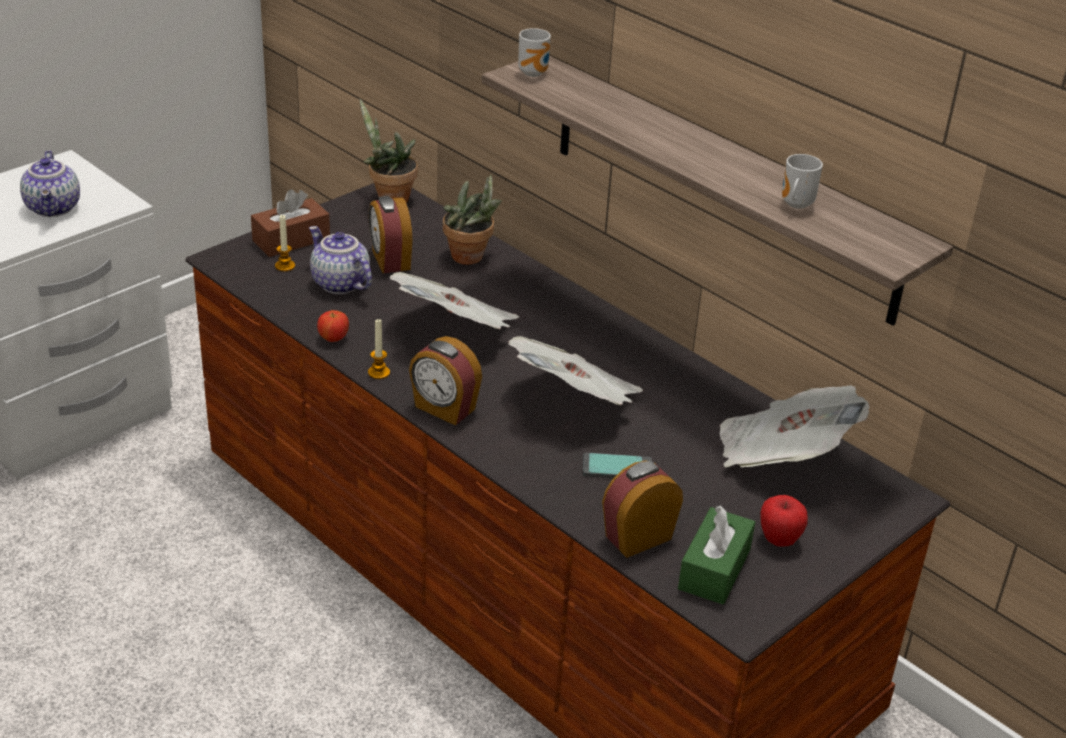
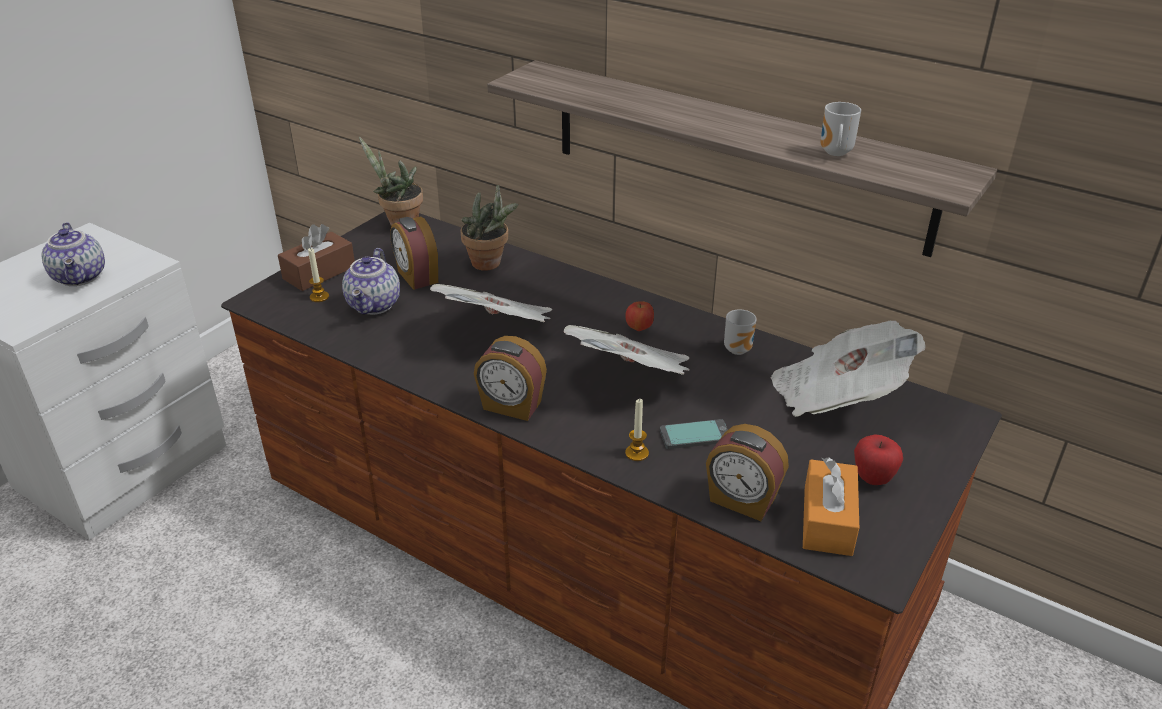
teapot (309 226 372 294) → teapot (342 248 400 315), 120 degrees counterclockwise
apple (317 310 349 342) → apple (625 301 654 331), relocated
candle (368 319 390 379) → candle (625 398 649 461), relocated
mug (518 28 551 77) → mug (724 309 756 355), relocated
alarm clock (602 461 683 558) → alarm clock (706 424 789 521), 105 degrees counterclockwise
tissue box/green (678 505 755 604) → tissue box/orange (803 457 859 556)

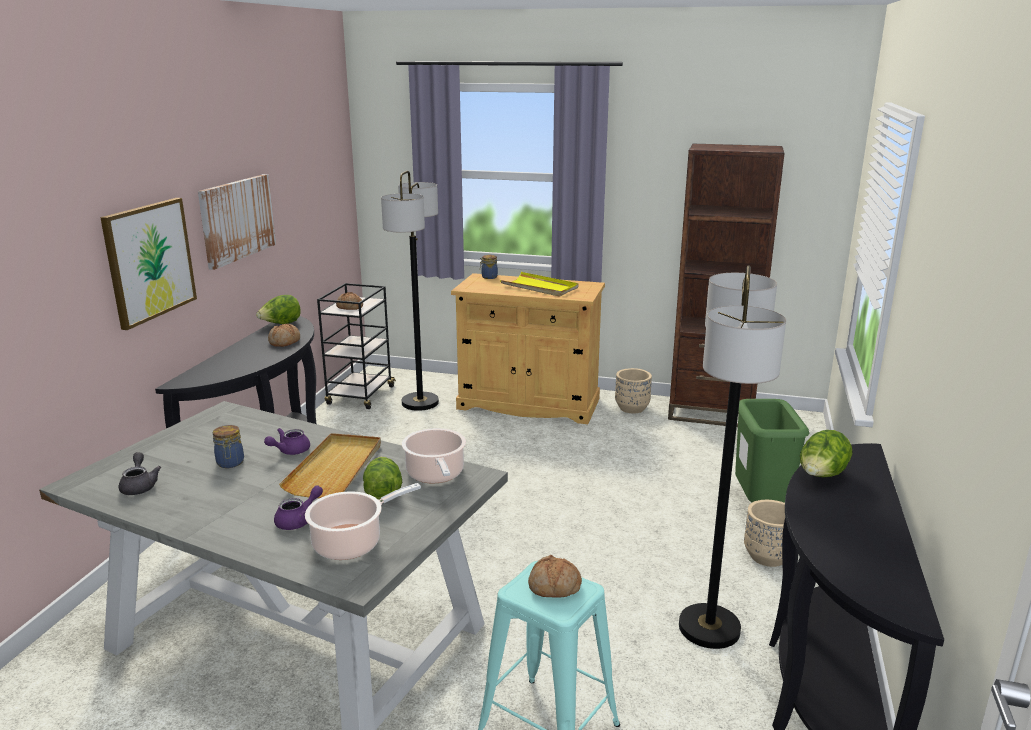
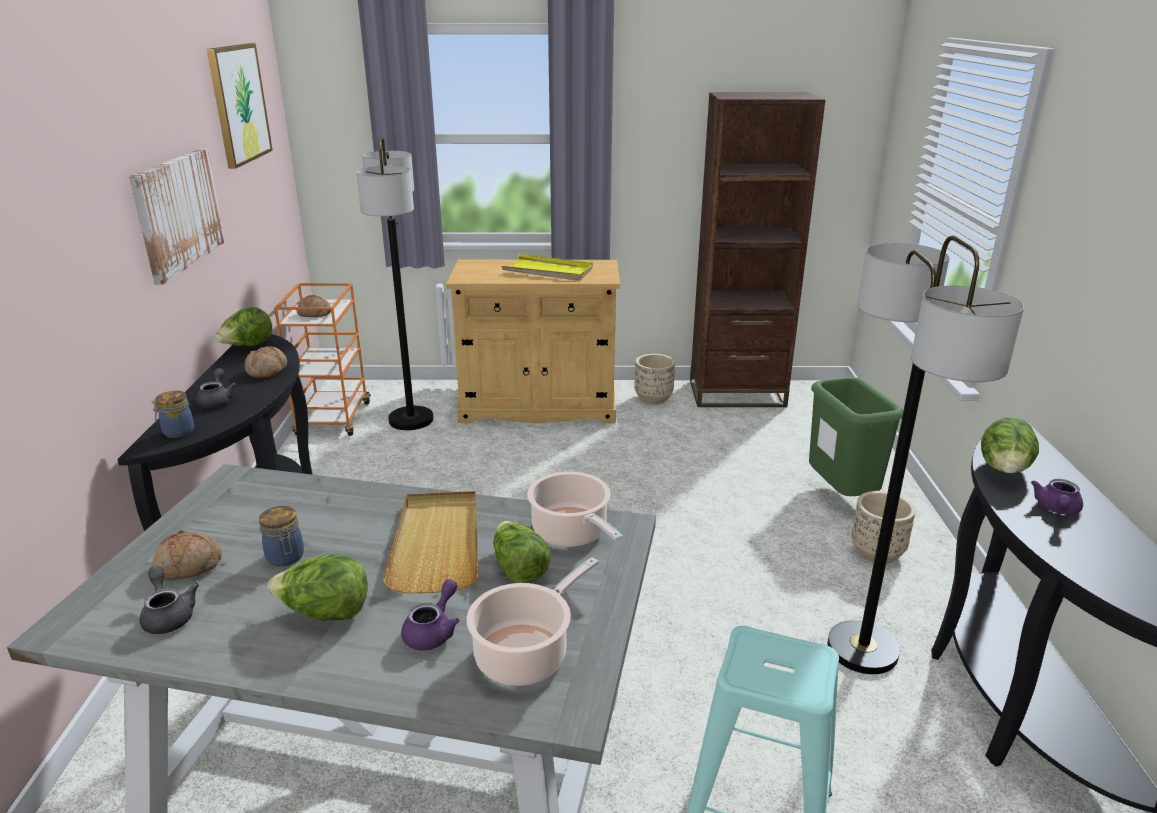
picture (100 198 197 330) → picture (207 43 273 169), relocated
teapot/purple (264 428 310 455) → teapot/purple (1031 479 1083 515), relocated
cart/black (317 283 396 409) → cart/orange (274 283 371 436)
jar (480 255 498 279) → jar (152 391 194 438), relocated
bread (528 555 582 598) → bread (152 530 222 580), relocated
- → teapot/grey (196 368 237 408)
- → lettuce (268 554 368 621)

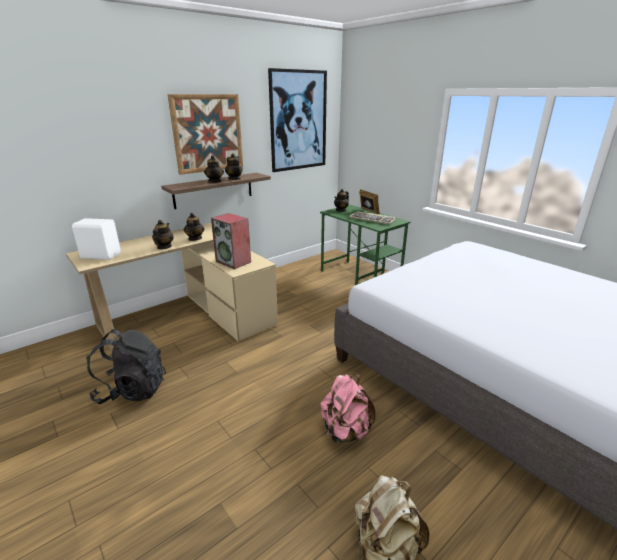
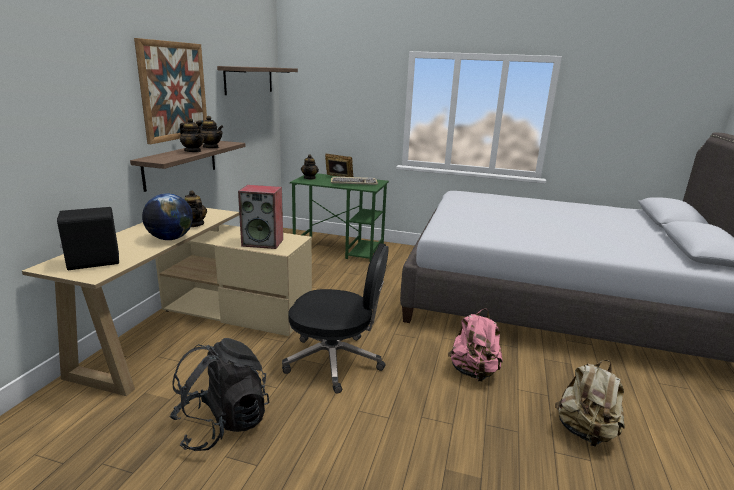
speaker/white (72 218 121 260) → speaker/black (57 207 119 270)
teapot (152 220 173 249) → globe (142 193 193 240)
picture (268 68 327 172) → shelf (217 66 298 95)
- → office chair/black (282 243 389 394)

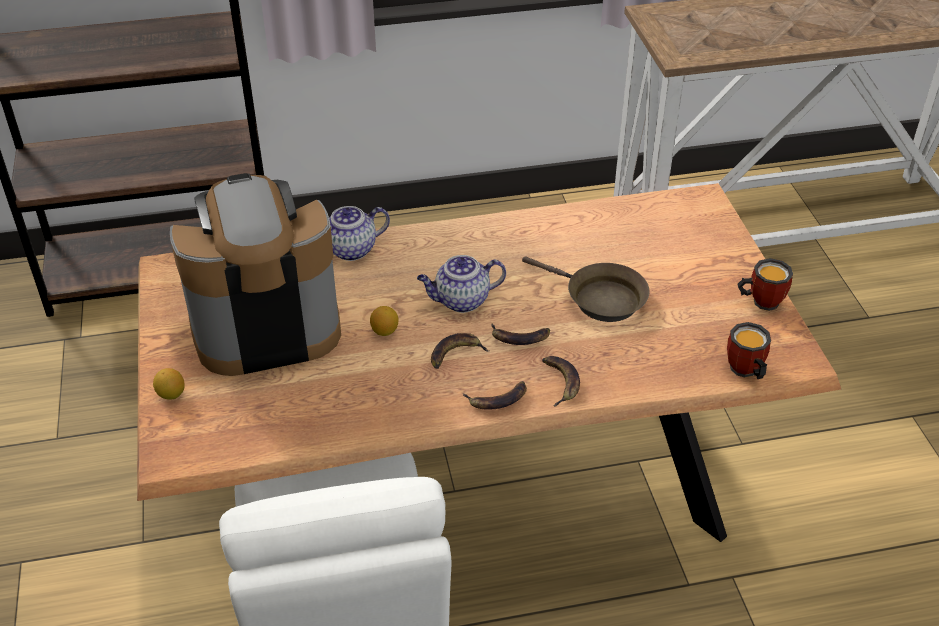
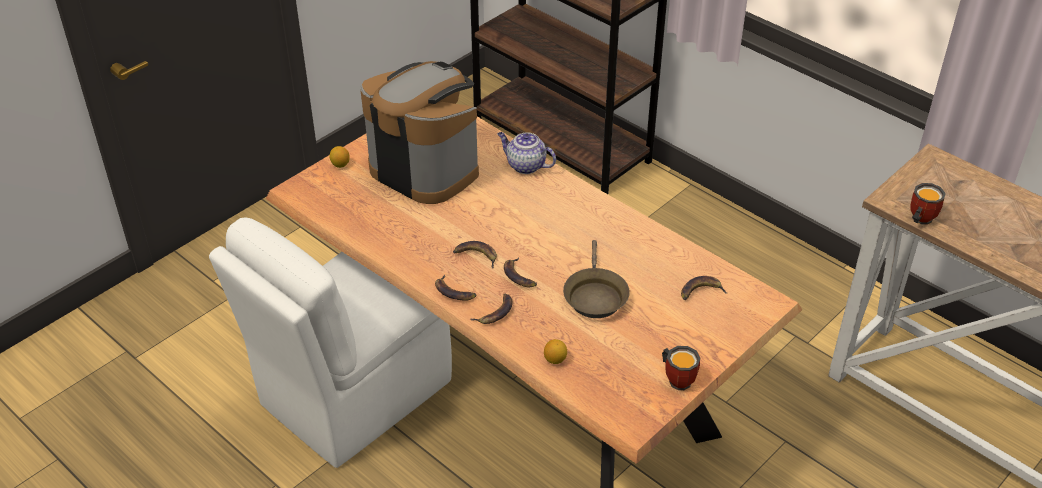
lemon (370 306 399 336) → lemon (544 339 567 364), relocated
teapot (417 255 506 313) → -
mug (727 322 771 379) → mug (910 183 946 225), relocated
- → banana (681 276 727 300)

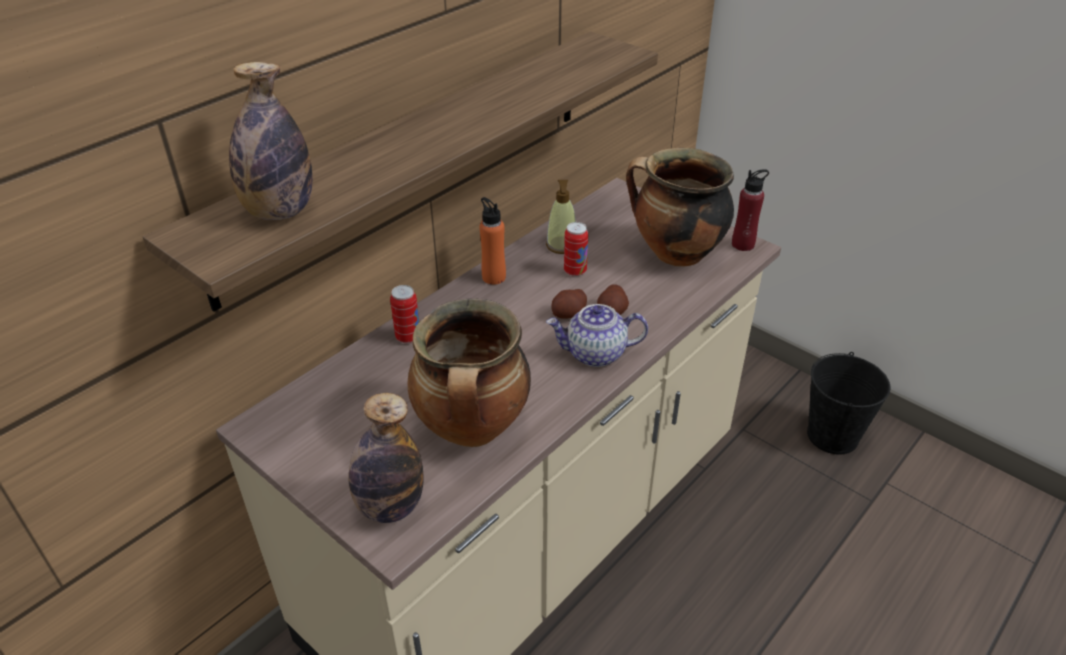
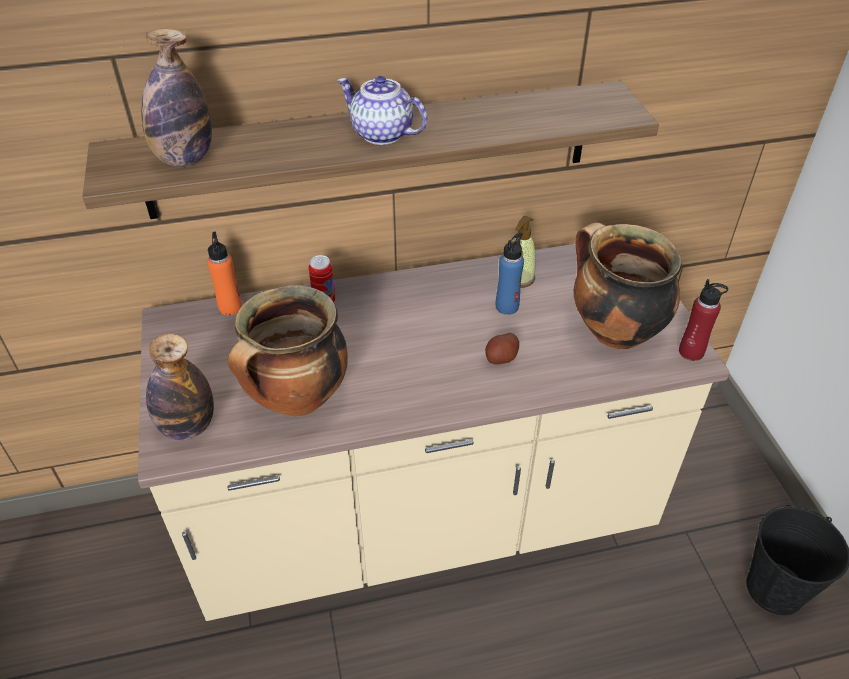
bottle/orange (480 197 506 285) → bottle/orange (207 232 242 315), relocated
teapot (546 304 648 367) → teapot (337 75 427 145), relocated
potato (551 289 587 318) → -
can (564 222 588 277) → bottle/blue (496 232 524 315)

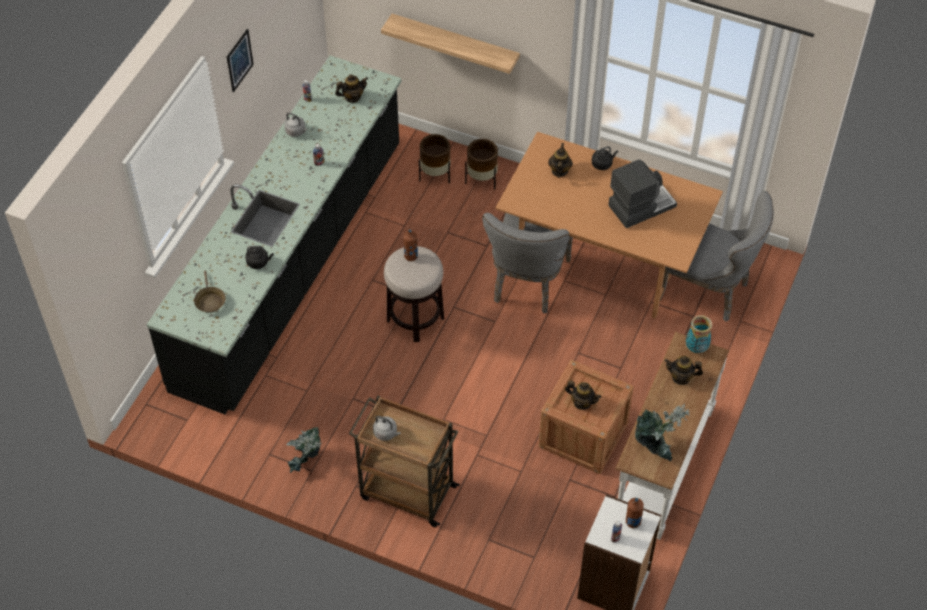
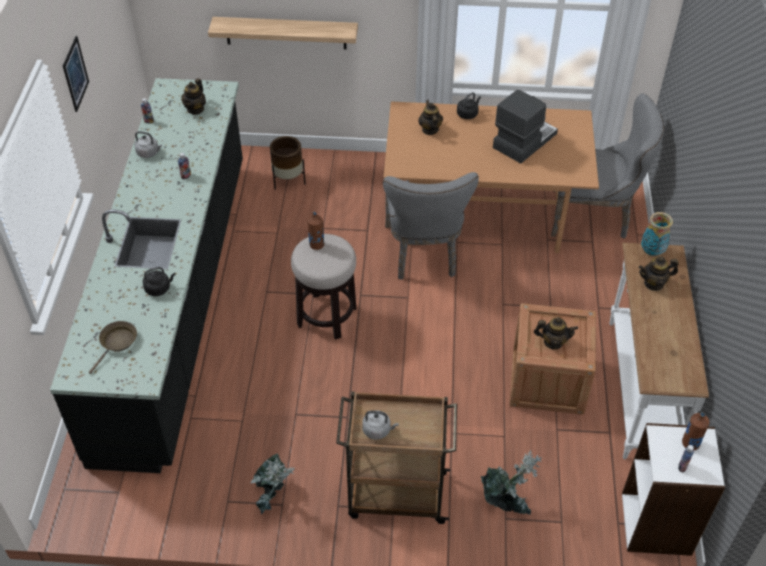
frying pan/brown (194 271 226 313) → frying pan/brown (89 321 137 374), 120 degrees counterclockwise
teapot (335 74 368 103) → teapot (182 78 206 115), 150 degrees clockwise
planter/brown (465 139 498 190) → -
potted plant (635 403 690 461) → potted plant (481 450 541 515), relocated

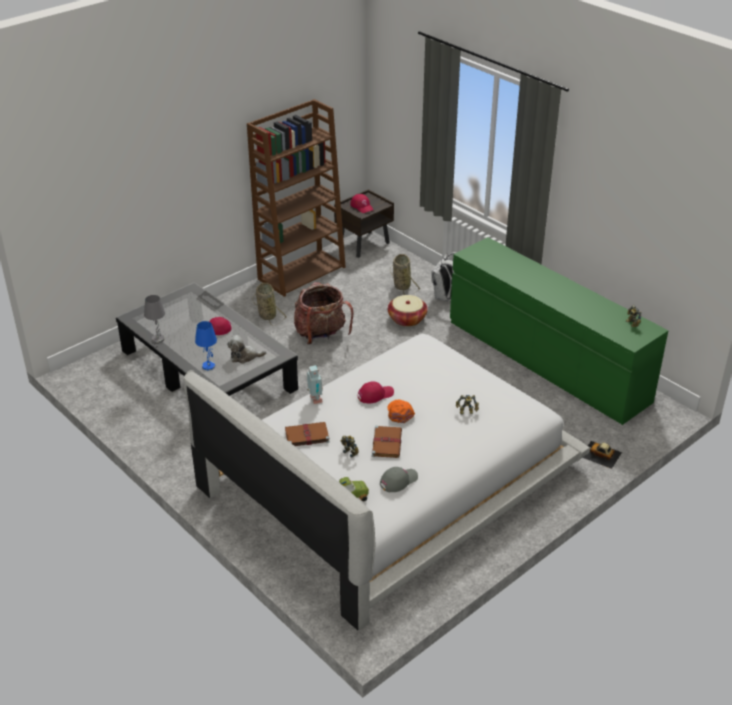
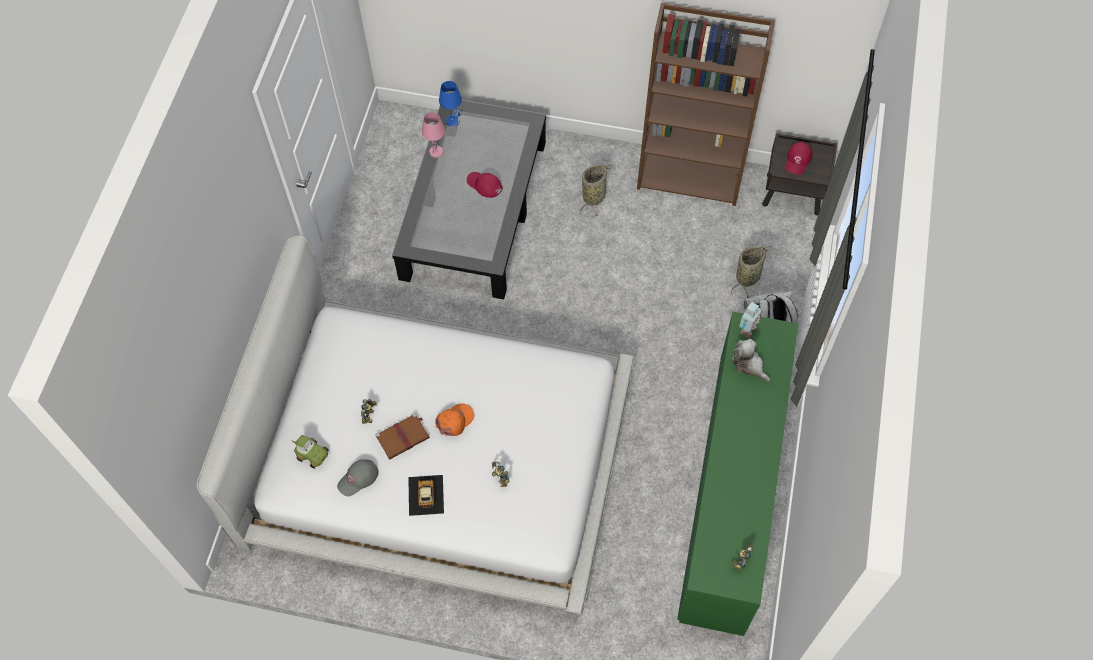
table lamp/grey (144 295 165 343) → table lamp/pink (422 112 445 158)
table lamp/blue (195 321 217 370) → table lamp/blue (439 81 462 127), relocated
plush toy (227 335 266 364) → plush toy (731 339 770 382), relocated
book/brown (285 422 330 446) → -
backpack (294 282 354 344) → -
toy robot (307 365 323 404) → toy robot (739 302 762 338), relocated
cap/red (358 381 394 403) → -
cap/grey (380 467 418 493) → cap/grey (337 459 379 496), 120 degrees clockwise
basket (388 295 428 327) → -
toy car (583 441 622 469) → toy car (408 475 444 516), relocated

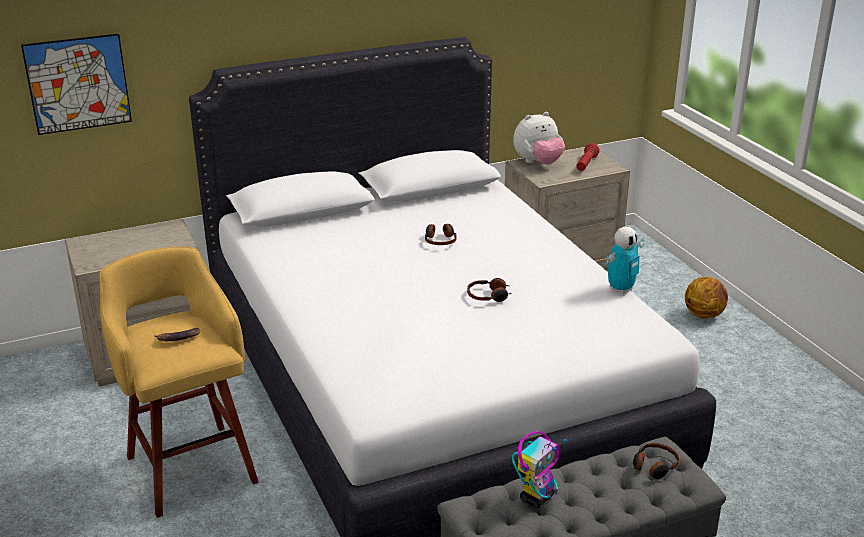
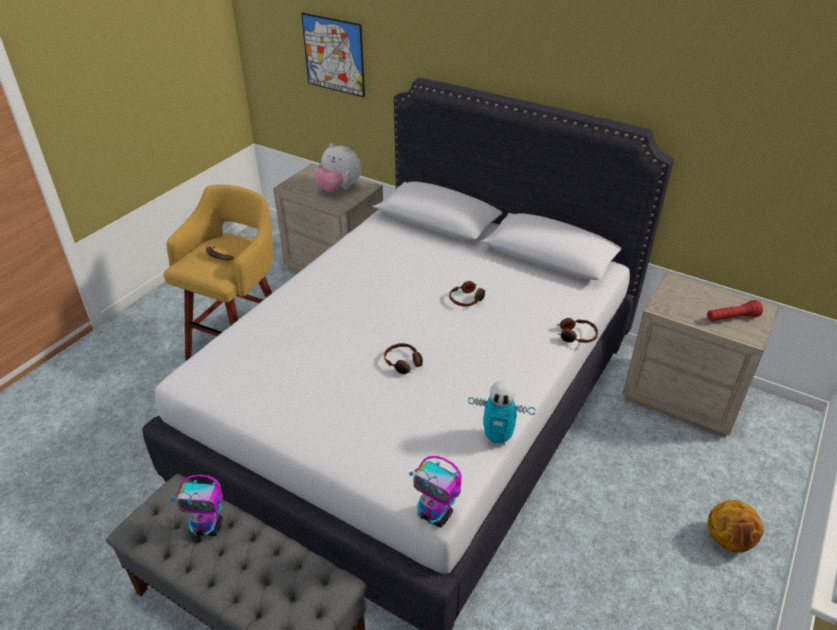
plush toy (513 112 565 165) → plush toy (315 143 361 192), relocated
headphones (633 443 679 479) → headphones (557 318 598 343), relocated
- → toy robot (409 456 462 528)

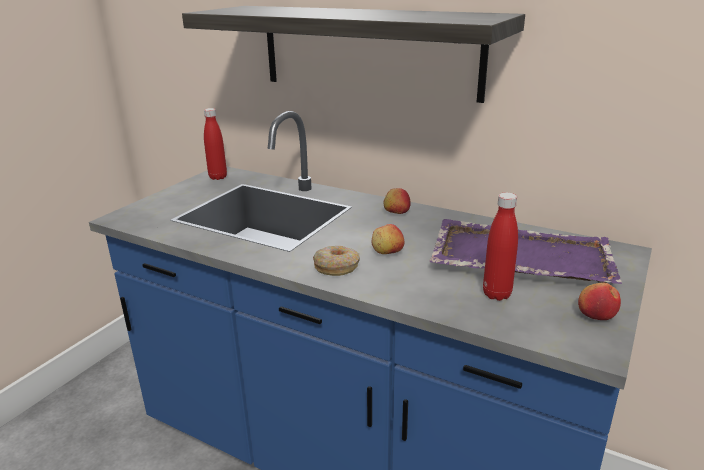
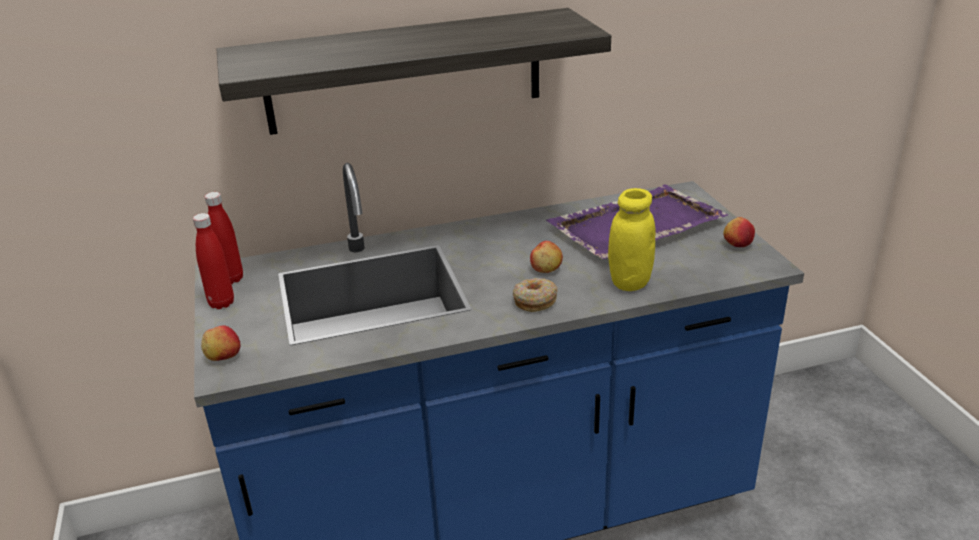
apple (384 188 411 214) → apple (201 326 241 361), relocated
bottle/red (483 192 518 301) → bottle/red (193 213 234 309), relocated
- → jar/yellow (608 188 655 291)

